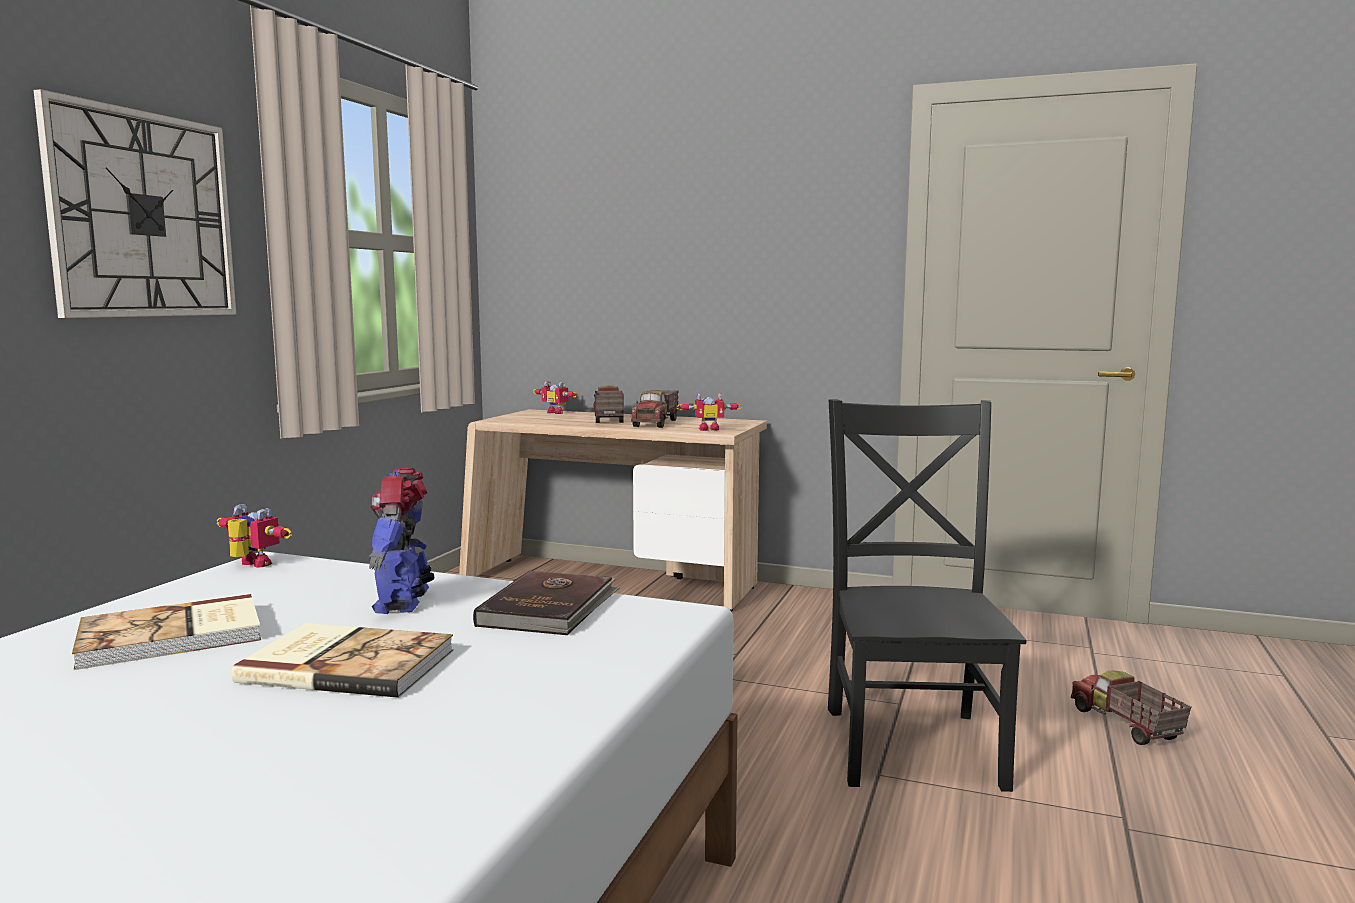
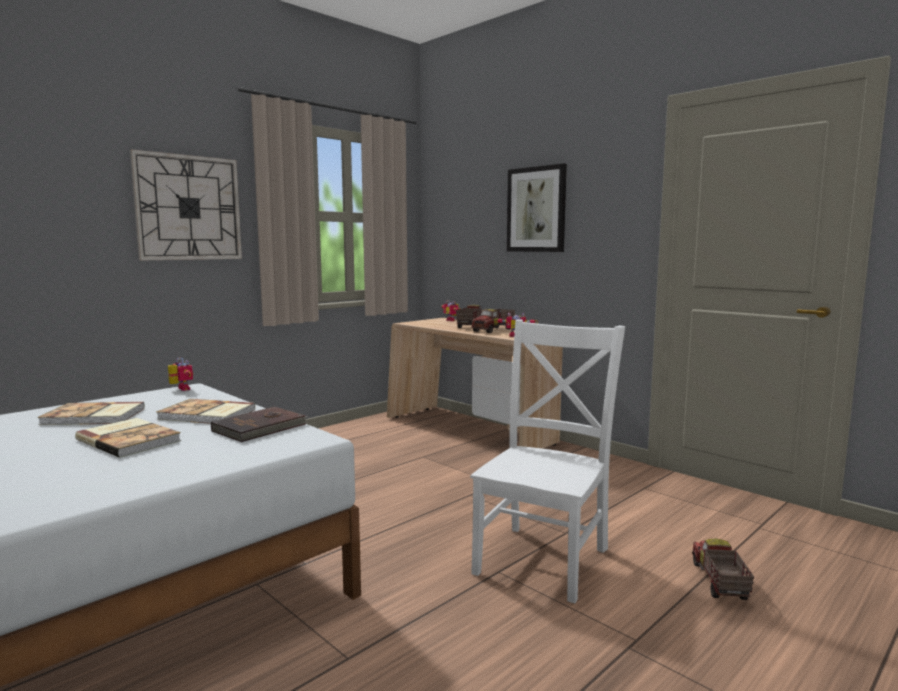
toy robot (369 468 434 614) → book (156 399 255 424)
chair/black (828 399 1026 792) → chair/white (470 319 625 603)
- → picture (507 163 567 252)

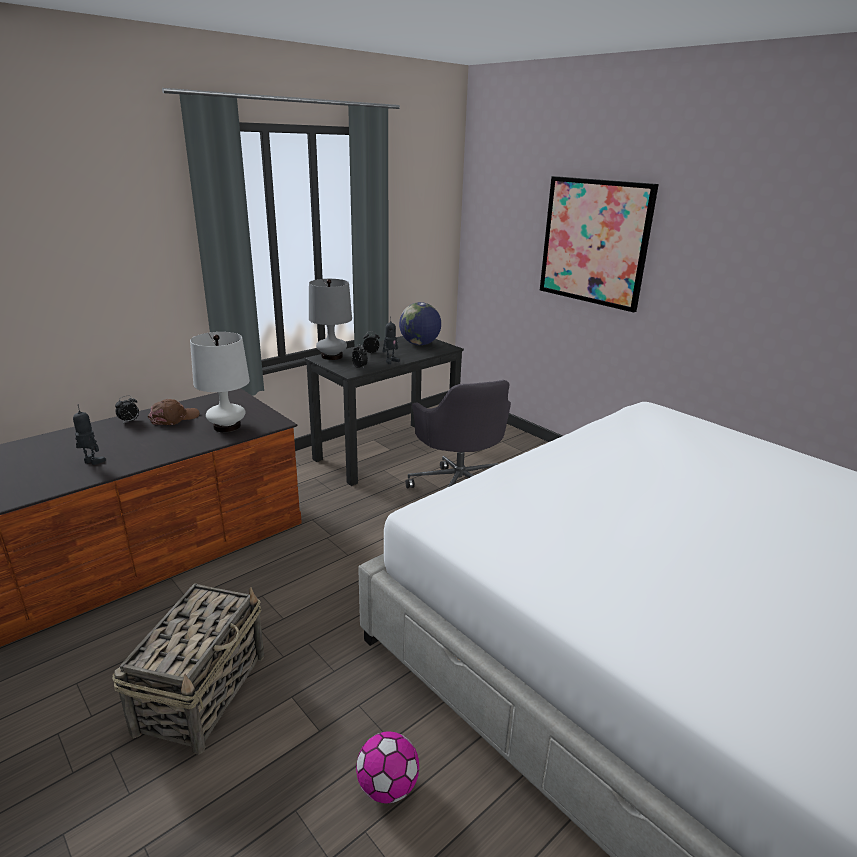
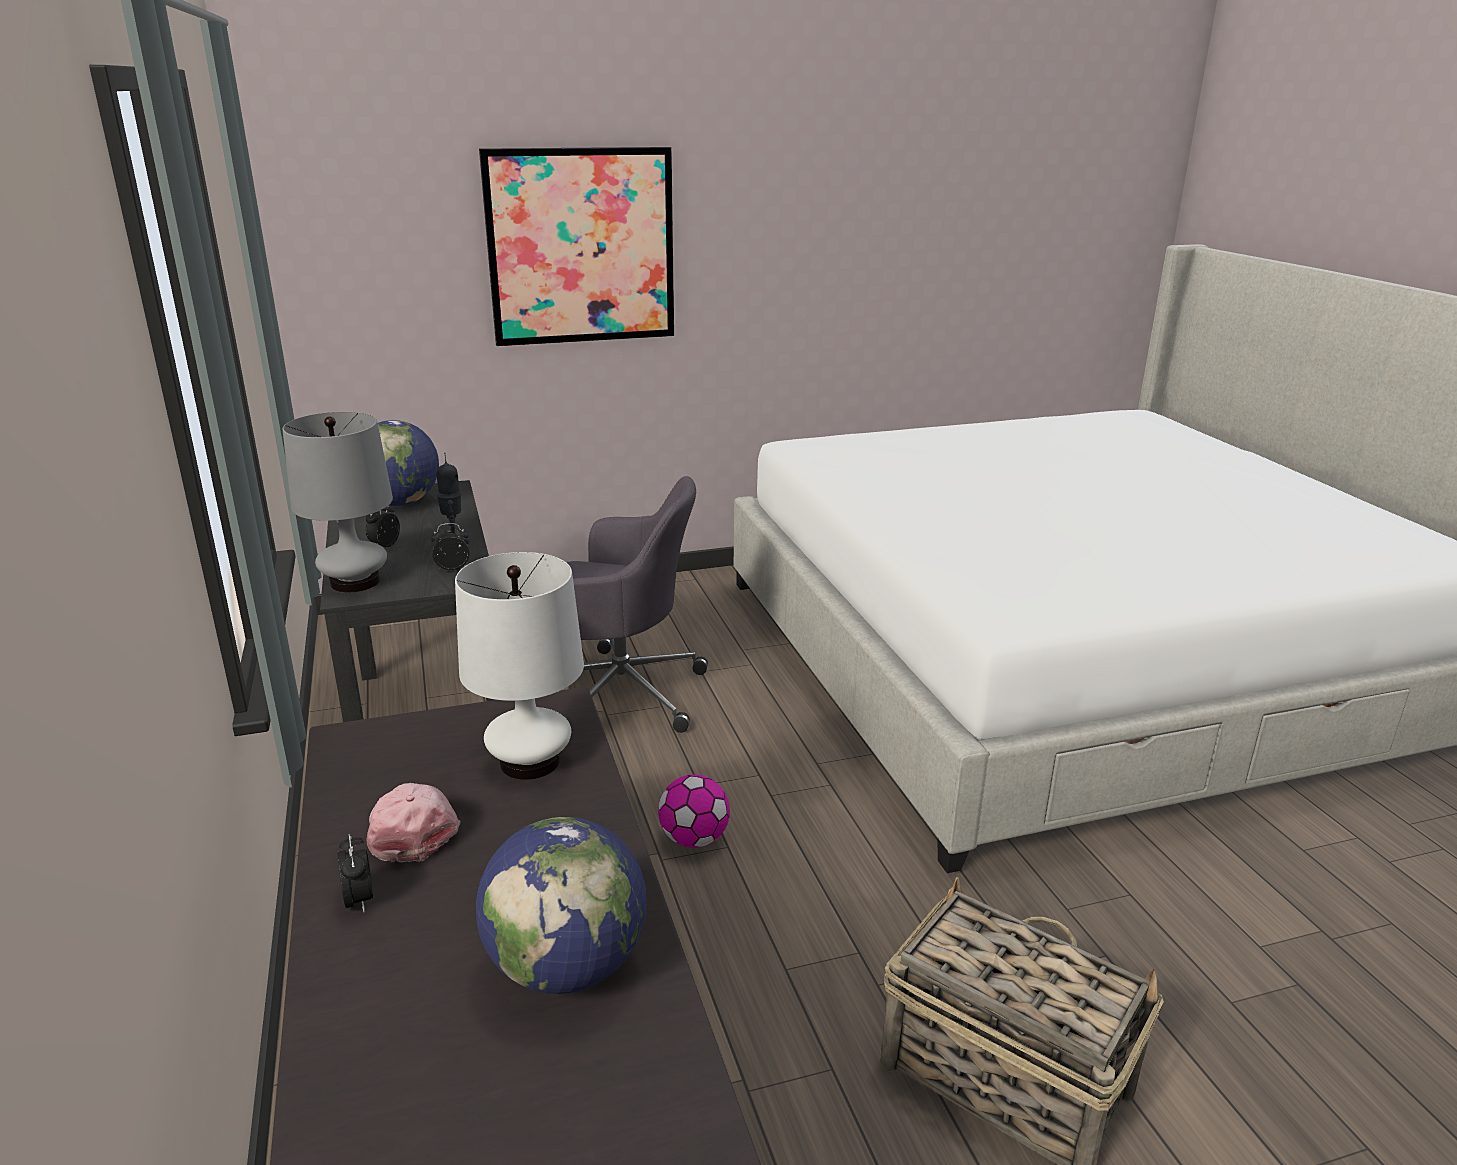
toy robot (73 406 106 465) → globe (476 817 647 994)
cap/brown (148 399 200 425) → cap/pink (367 783 460 862)
football (356 731 419 803) → football (658 774 730 848), relocated

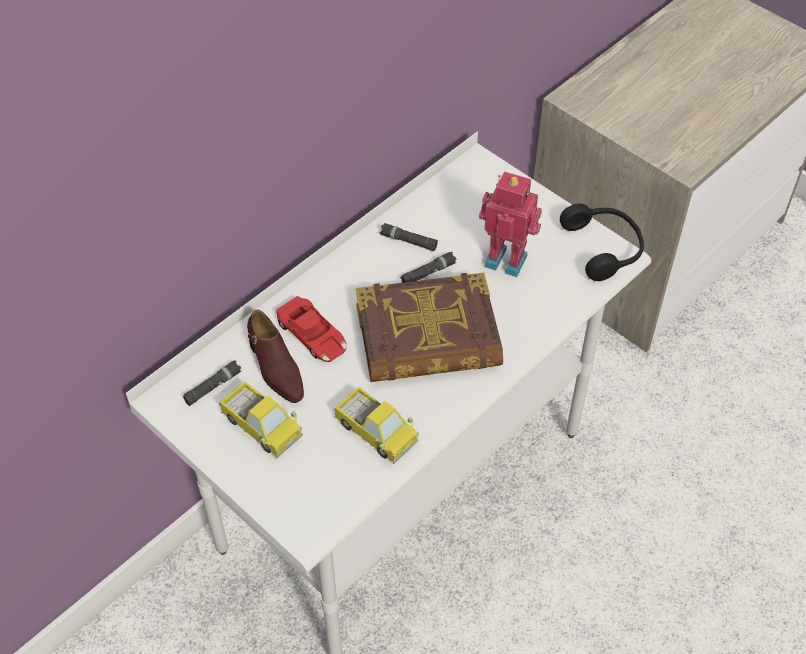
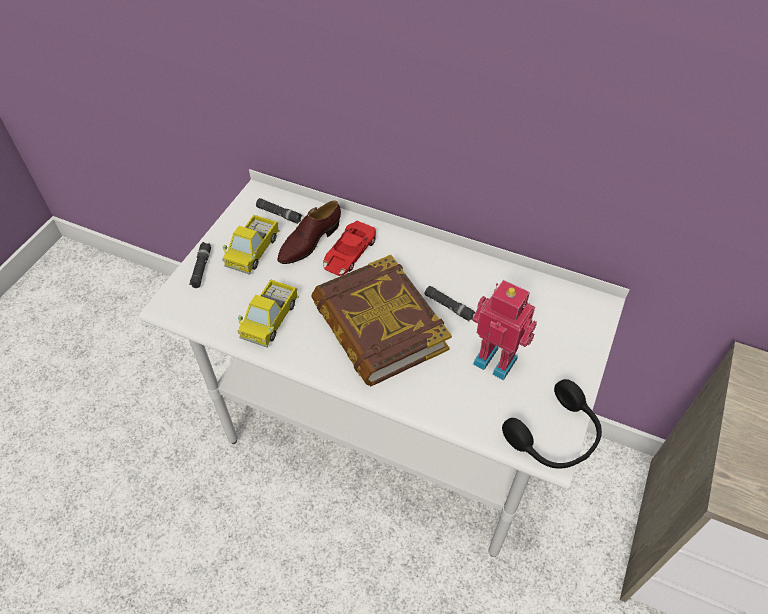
flashlight/black (380 223 438 251) → flashlight/black (189 242 211 288), relocated
toy robot (479 171 542 277) → toy robot (472 280 537 380), 60 degrees counterclockwise

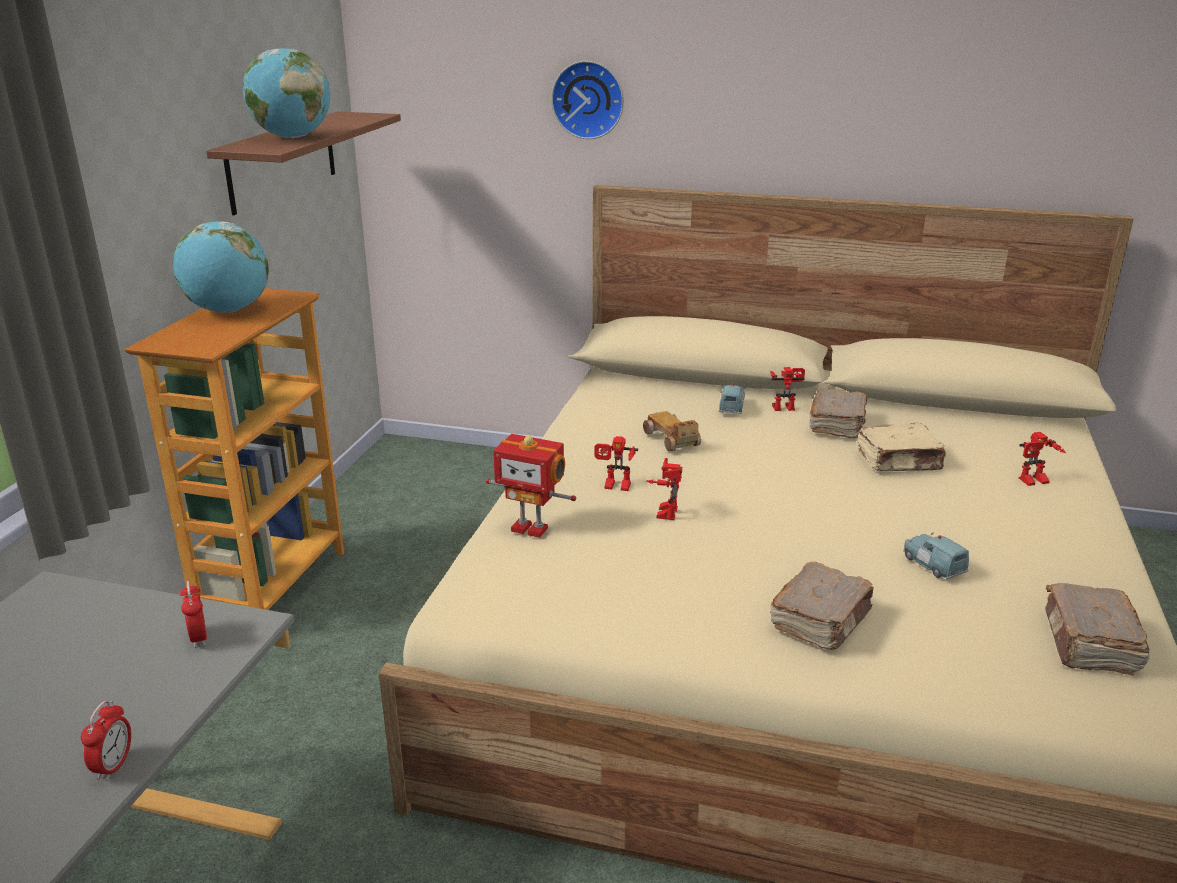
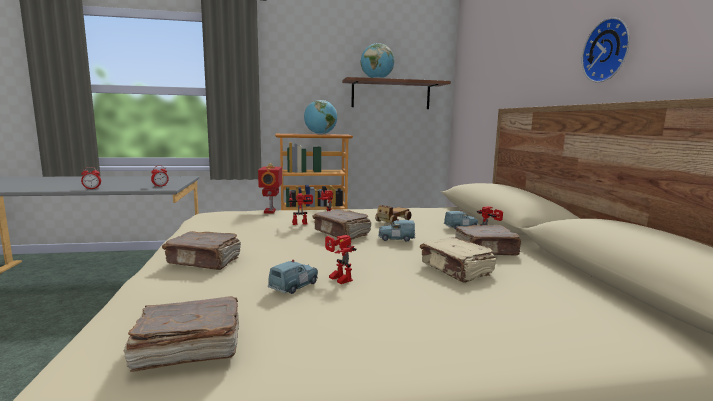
wall clock (551 61 624 139) → wall clock (582 17 630 83), relocated
toy robot (1019 432 1066 486) → toy robot (325 235 356 284), relocated
- → book/brown (313 209 371 240)
- → toy car/blue (378 219 415 242)

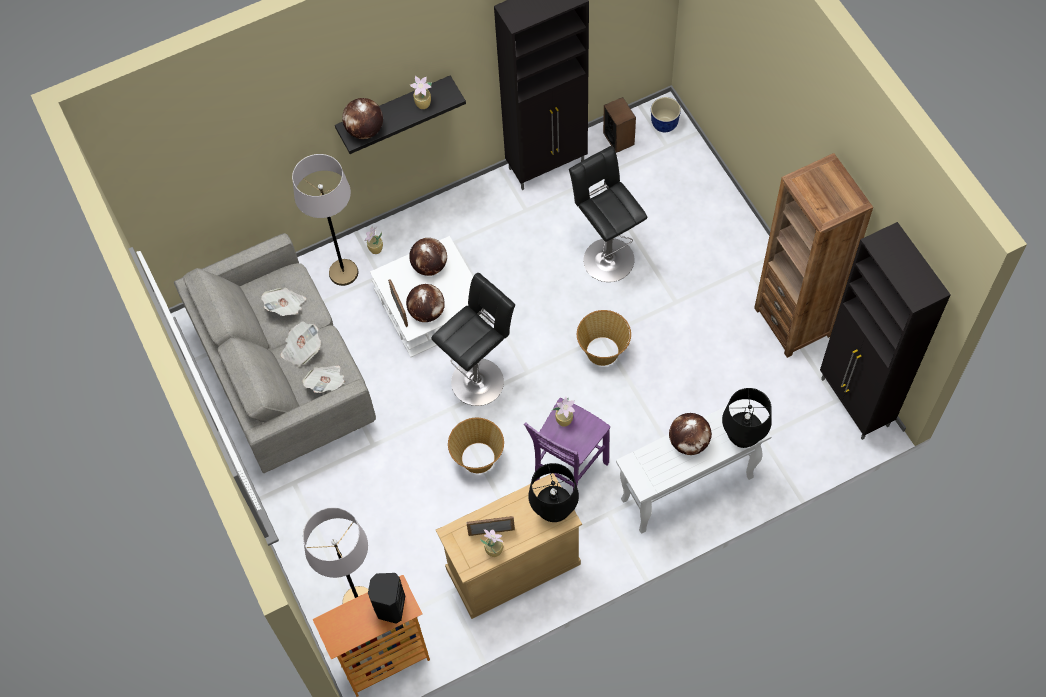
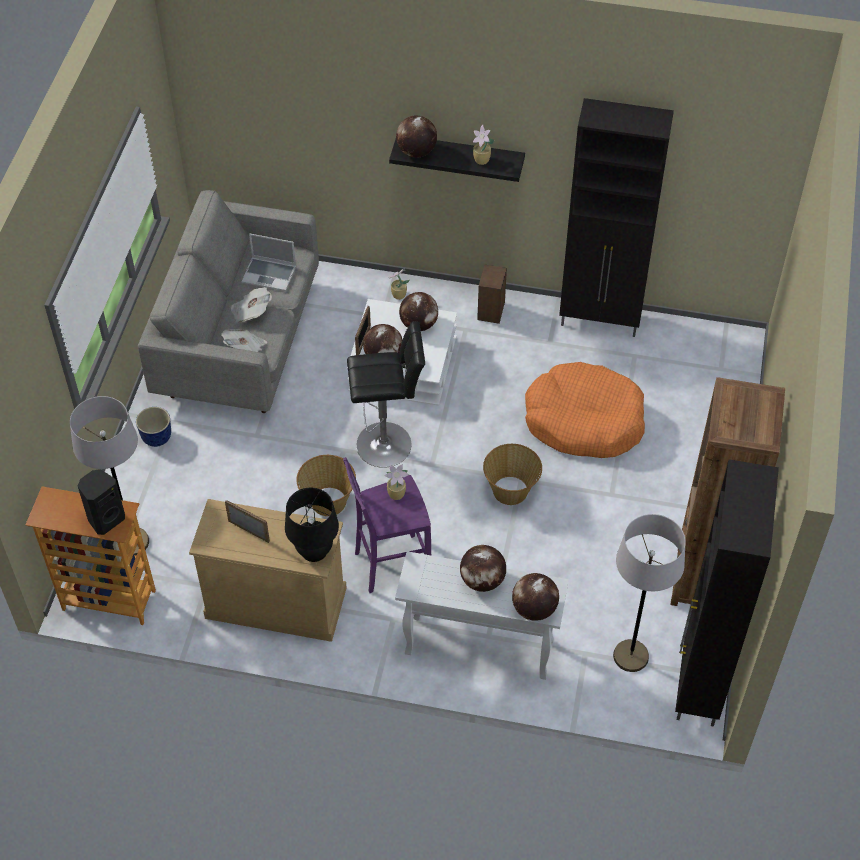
newspaper (261 287 306 316) → laptop (242 233 296 291)
floor lamp/grey (292 154 358 286) → floor lamp/grey (613 514 686 672), relocated
potted plant (480 529 503 557) → -
stool/black (569 146 647 282) → dog bed/orange (525 362 645 458)
speaker (603 97 636 153) → speaker (477 264 507 324), relocated
planter (651 97 681 132) → planter (136 407 171 447), relocated
table lamp/black (722 388 772 448) → globe (512 573 559 621)

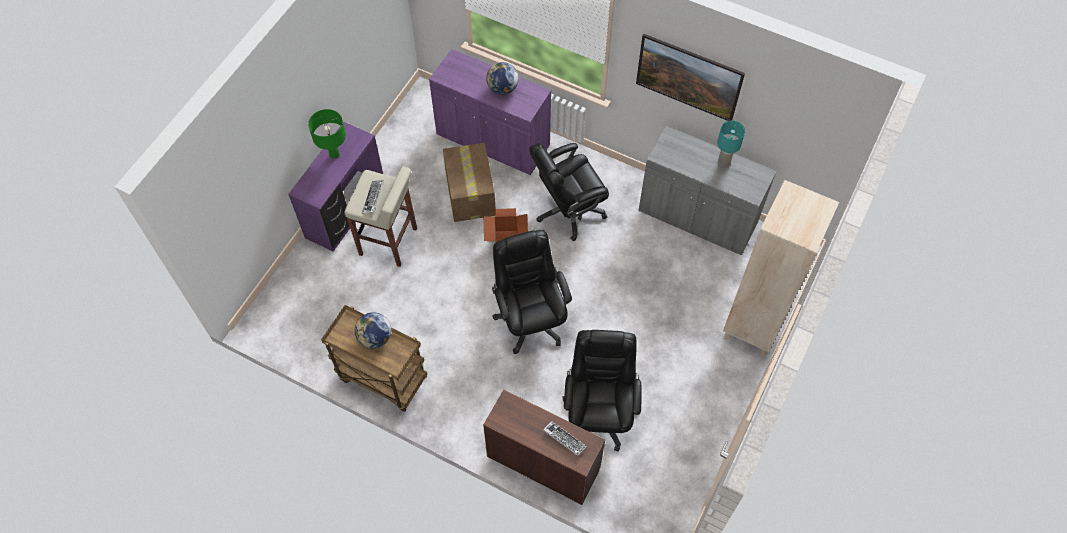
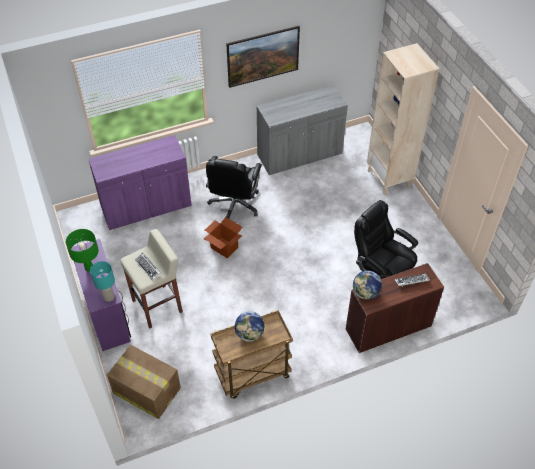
cardboard box (443 143 496 222) → cardboard box (107 345 181 419), relocated
globe (486 62 519 95) → globe (353 271 382 300), relocated
office chair/black (492 230 572 354) → -
table lamp/turquoise (717 120 745 168) → table lamp/turquoise (90 261 115 302), relocated

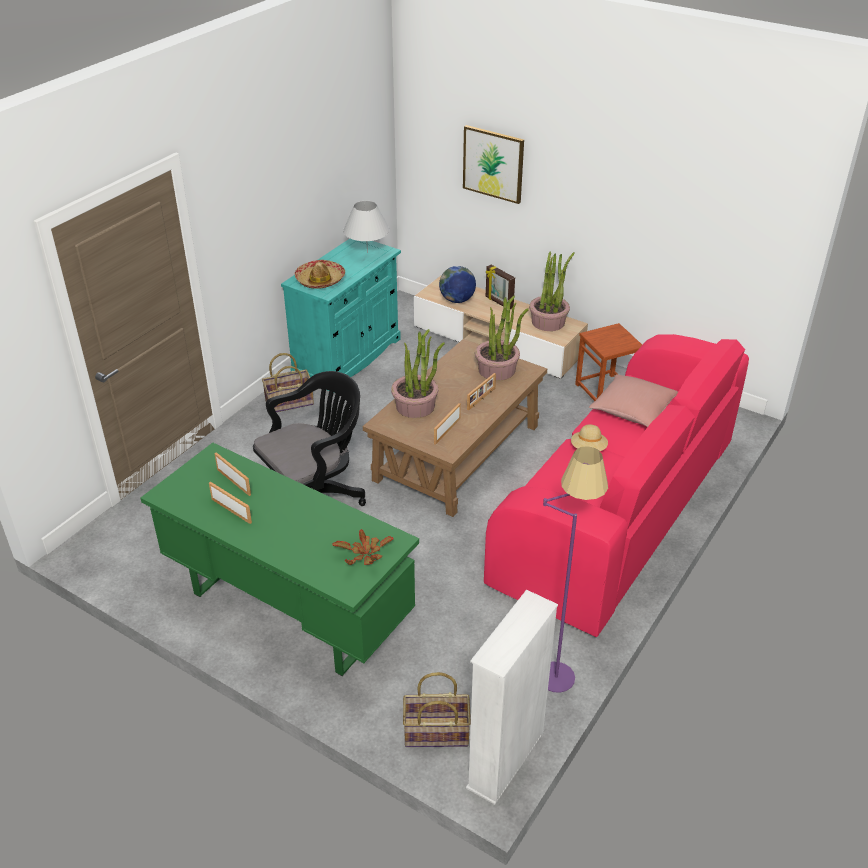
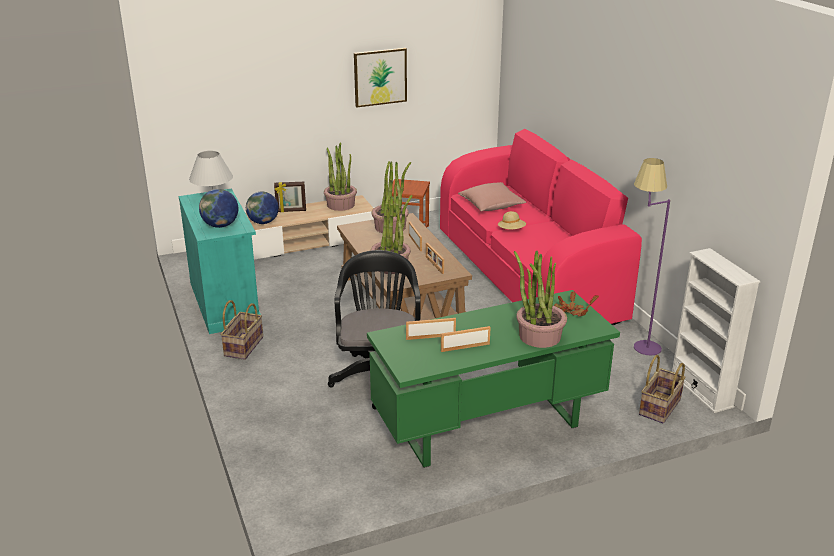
hat (295 260 345 289) → globe (199 189 238 228)
picture (463 125 524 204) → picture (354 48 407 107), relocated
- → potted plant (514 251 567 348)

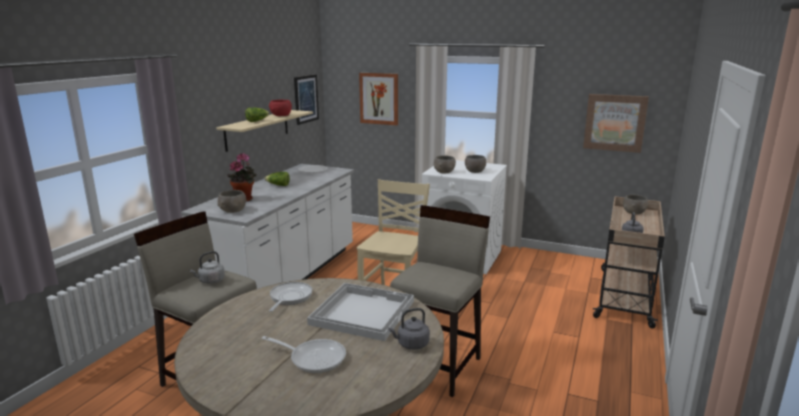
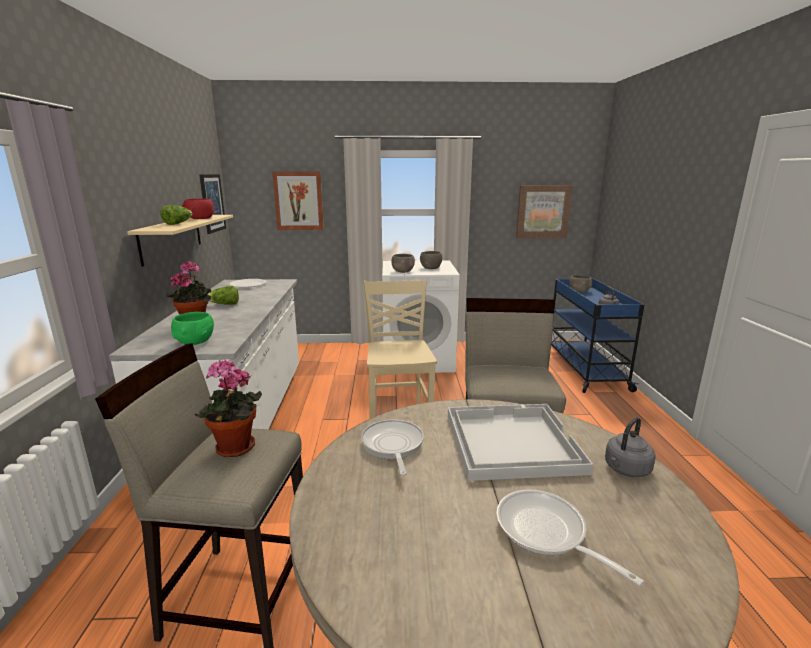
kettle/grey (190 251 225 284) → potted plant (195 360 262 457)
bowl/grey (217 190 247 213) → bowl/green (171 312 214 345)
frying pan (262 336 346 373) → frying pan (496 489 644 586), 120 degrees counterclockwise
cart/beige (592 196 665 328) → cart/blue (551 279 644 393)

